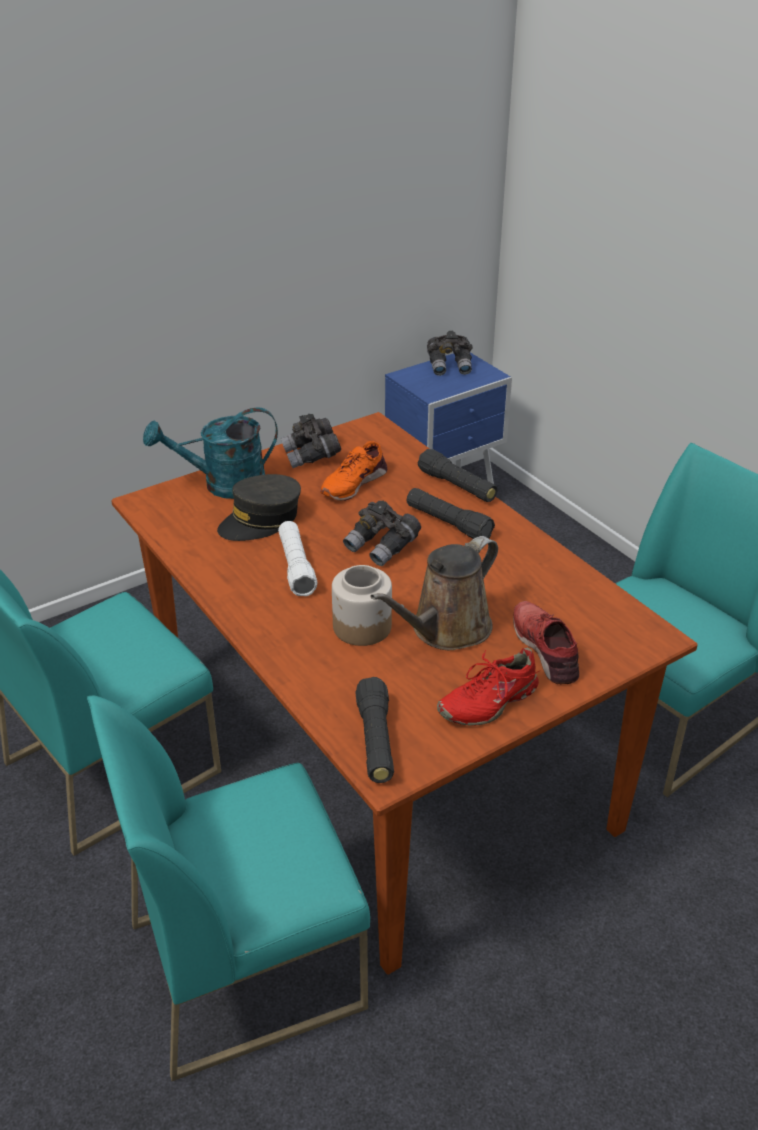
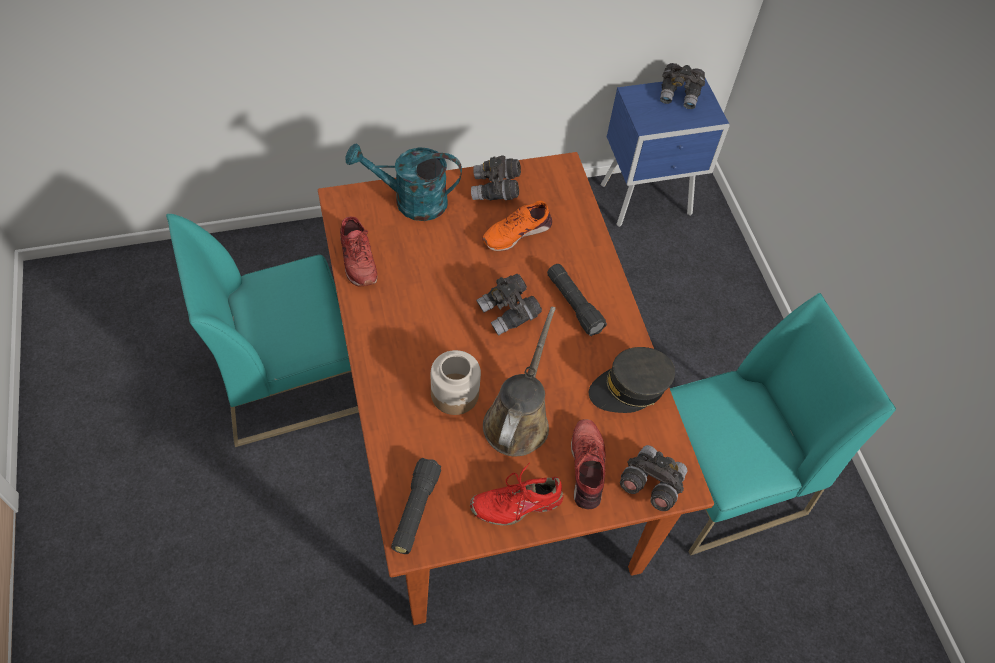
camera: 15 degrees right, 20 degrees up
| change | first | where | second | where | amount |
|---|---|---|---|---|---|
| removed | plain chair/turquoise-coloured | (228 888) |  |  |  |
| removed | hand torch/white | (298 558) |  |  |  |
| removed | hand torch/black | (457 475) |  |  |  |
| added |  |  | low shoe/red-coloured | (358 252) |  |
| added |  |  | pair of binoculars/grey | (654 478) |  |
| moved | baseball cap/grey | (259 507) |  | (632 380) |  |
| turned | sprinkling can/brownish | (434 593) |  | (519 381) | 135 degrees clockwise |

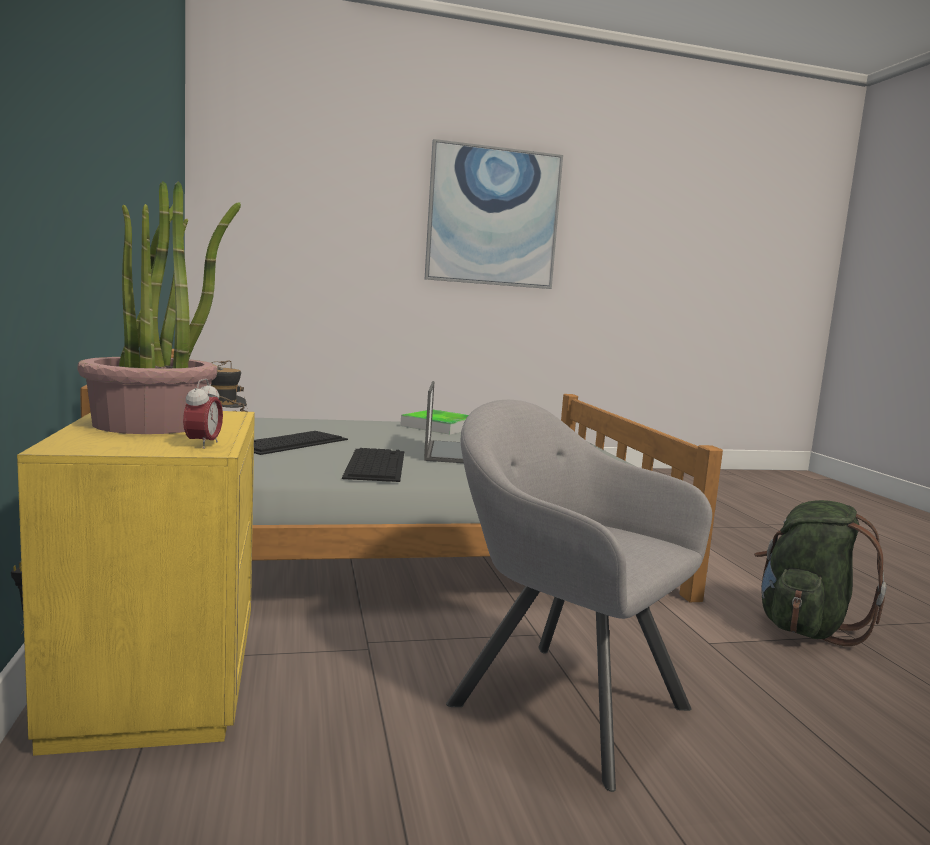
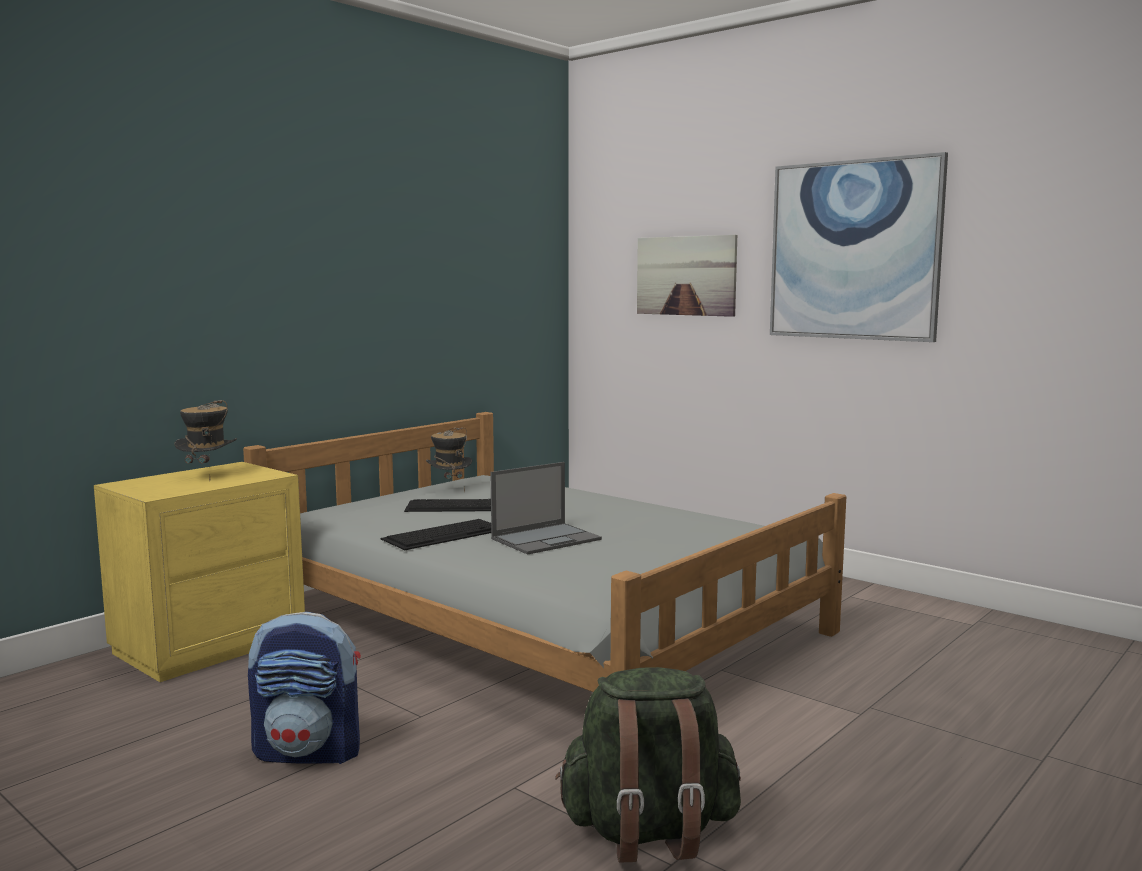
camera: 55 degrees right, 0 degrees up
| change | first | where | second | where | amount |
|---|---|---|---|---|---|
| removed | bedside clock | (203 413) |  |  |  |
| removed | tray | (434 422) |  |  |  |
| added |  |  | wall picture | (687 276) |  |
| replaced | plant in a pot | (159 307) | clothing hat | (205 440) |  |
| replaced | lounge chair/grey | (579 596) | knapsack | (304 687) |  |

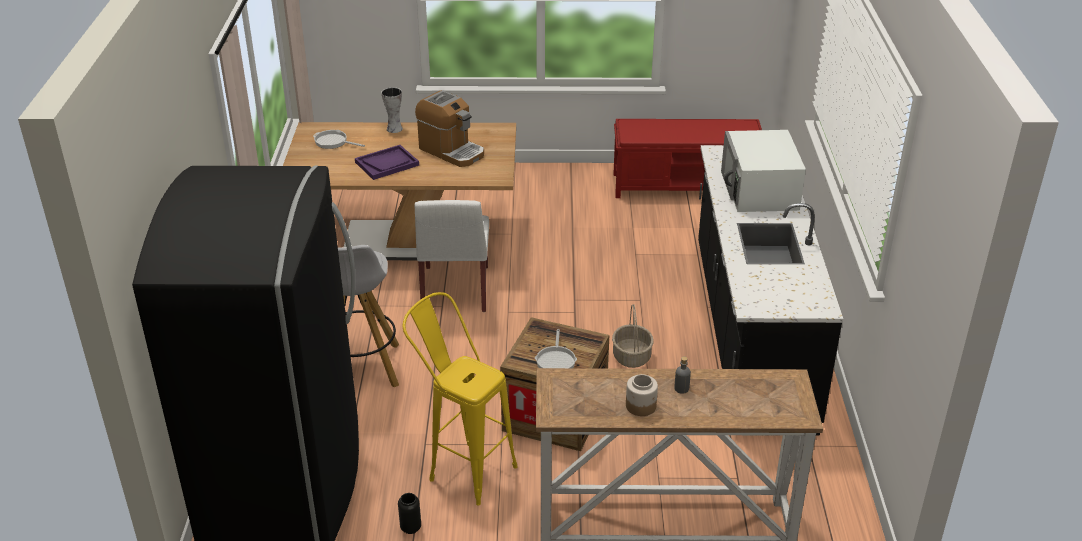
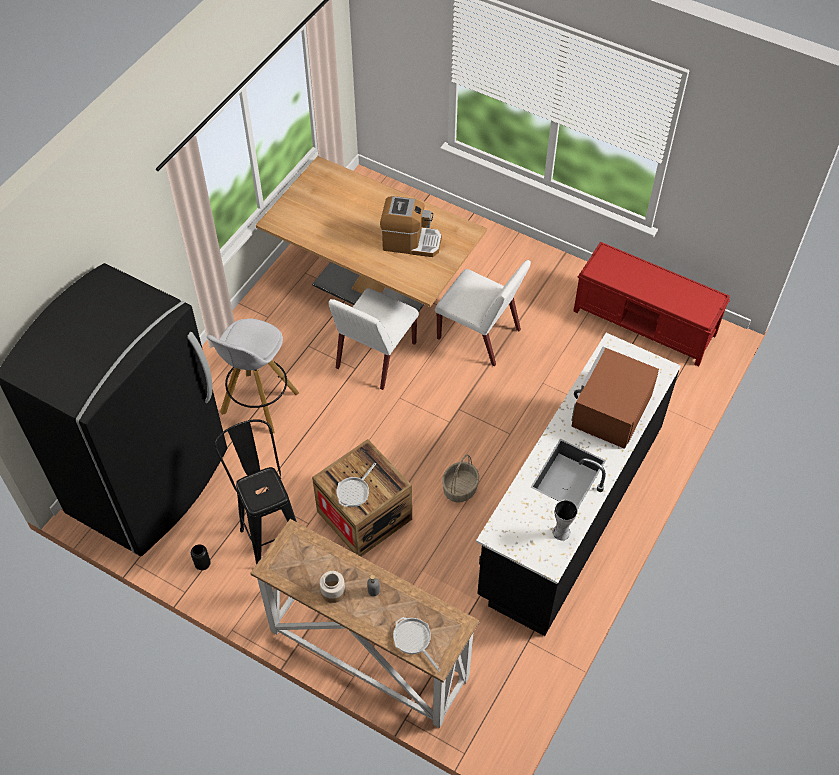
camera: 30 degrees right, 20 degrees up
| change | first | where | second | where | amount |
|---|---|---|---|---|---|
| removed | tray/purple-coloured | (387 162) |  |  |  |
| added |  |  | plain chair/white | (483 313) |  |
| moved | pan | (339 139) |  | (417 644) |  |
| moved | decorative vase | (392 110) |  | (565 520) |  |
| recoloured | stool seat/yellowish | (460 399) | stool seat/black | (256 492) |  |
| recoloured | microwave oven/white | (763 171) | microwave oven/brownish | (615 398) |  |
| turned | coffee brewer | (449 128) |  | (411 226) | 60 degrees counterclockwise |

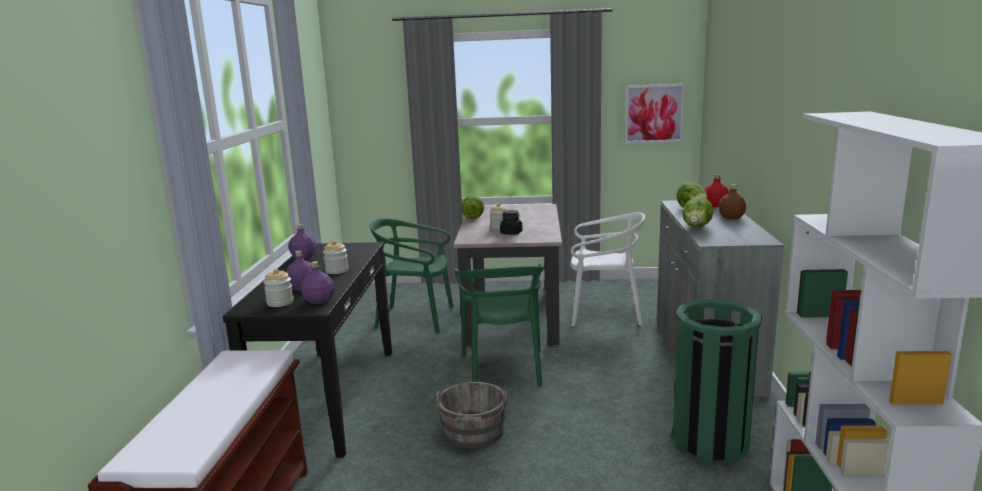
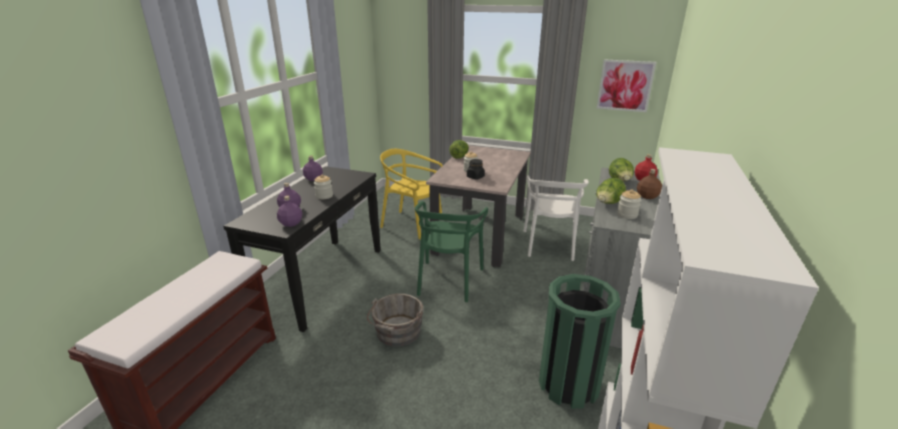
camera: 15 degrees right, 10 degrees up
| change | first | where | second | where | amount |
|---|---|---|---|---|---|
| moved | storage jar | (278 288) |  | (629 204) |  |
| recoloured | plain chair/green | (412 275) | plain chair/yellowish | (411 194) |  |
| turned | plain chair/white | (608 269) |  | (556 218) | 75 degrees clockwise |

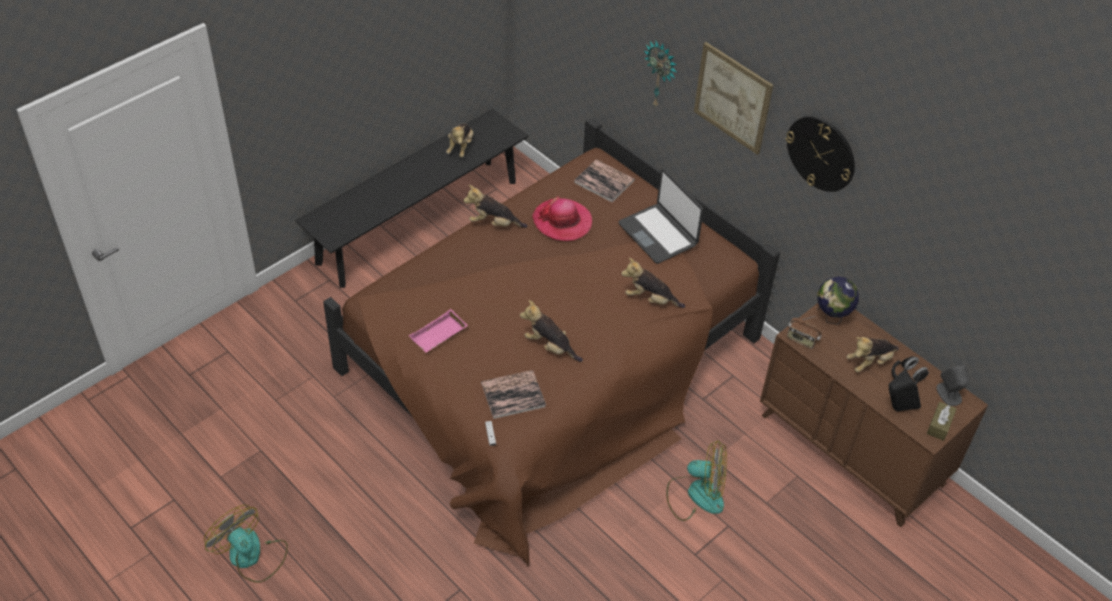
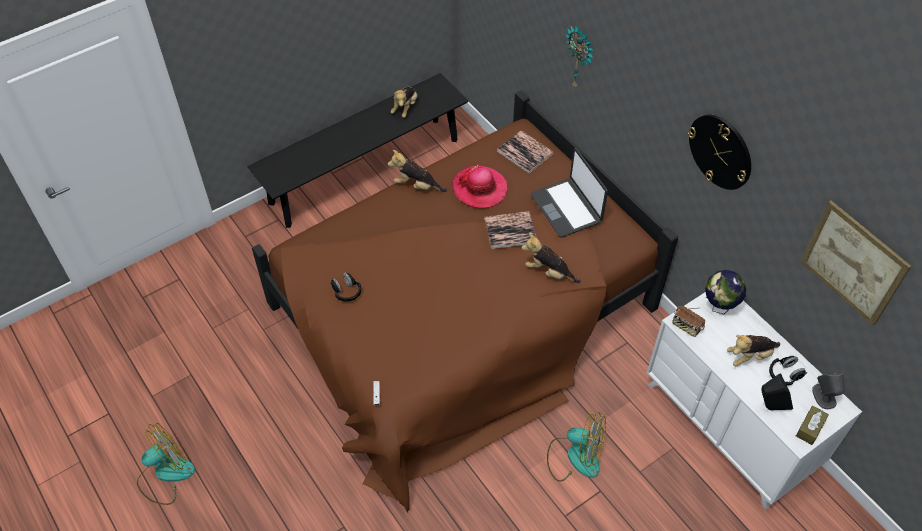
camera: 10 degrees right, 5 degrees up
| change | first | where | second | where | amount |
|---|---|---|---|---|---|
| removed | soft toy | (551 331) |  |  |  |
| moved | book | (513 394) |  | (510 230) |  |
| moved | wall picture | (733 98) |  | (856 263) |  |
| replaced | tray/pinkish | (438 331) | headphones/black | (346 287) |  |
| recoloured | chest of drawers/brownish | (874 415) | chest of drawers/white | (754 401) |  |
| turned | cooling fan | (246 544) |  | (166 464) | 90 degrees clockwise |

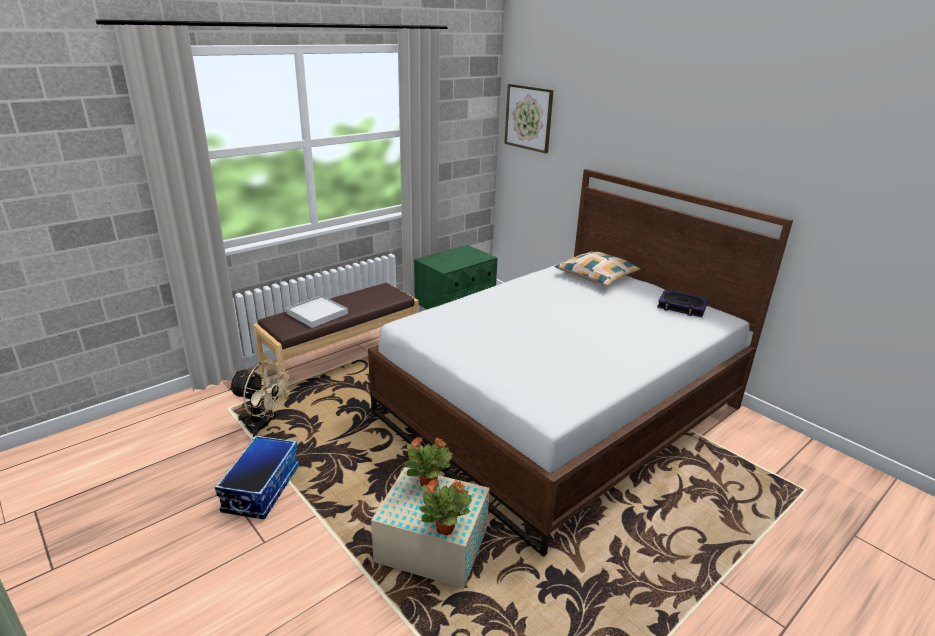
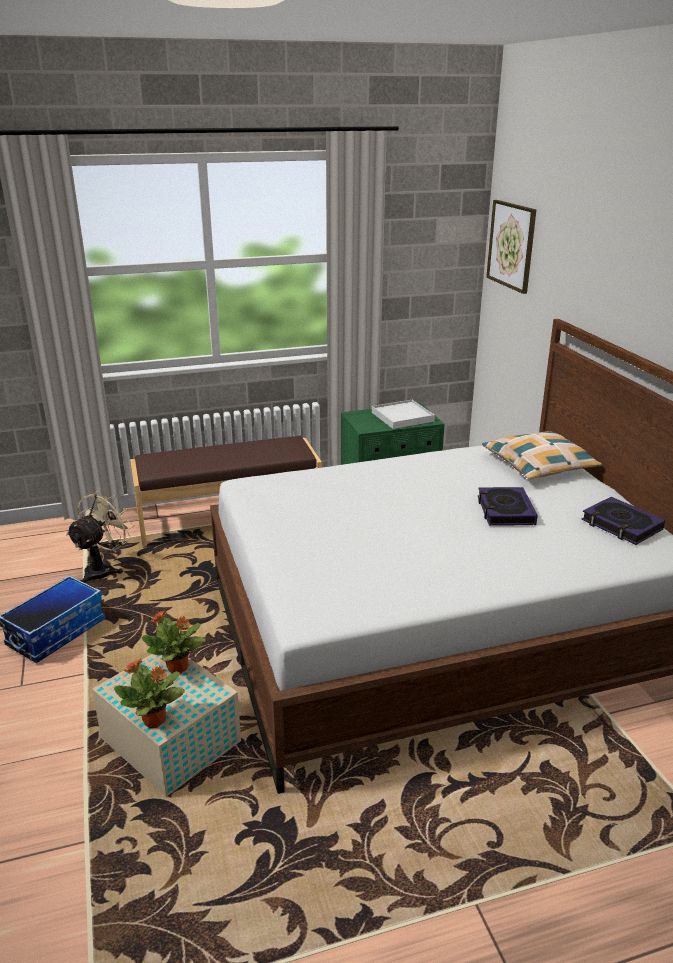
camera: 25 degrees right, 0 degrees up
| change | first | where | second | where | amount |
|---|---|---|---|---|---|
| added |  |  | book | (508 506) |  |
| moved | tray/white | (317 311) |  | (403 414) |  |
| turned | cooling fan/beige | (259 398) |  | (100 536) | 105 degrees counterclockwise |

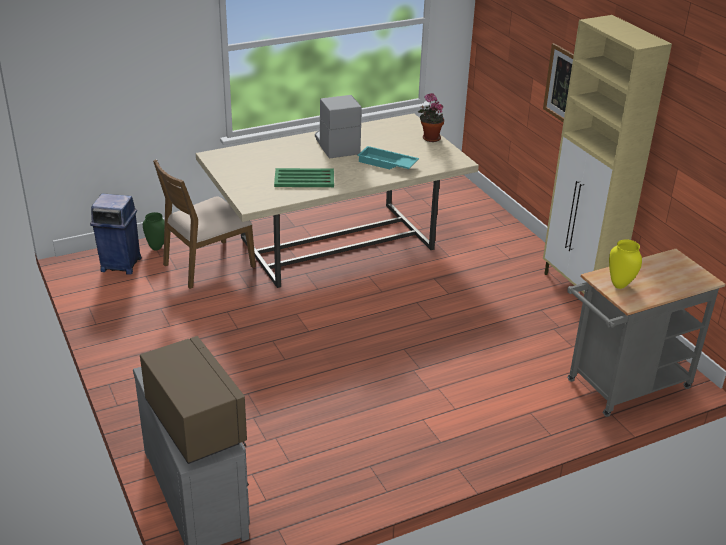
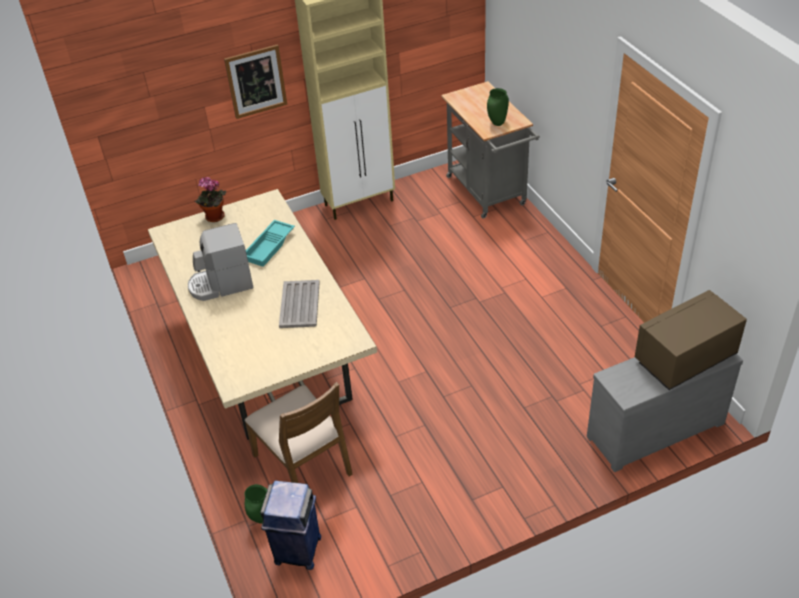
camera: 85 degrees left, 10 degrees up
| change | first | where | second | where | amount |
|---|---|---|---|---|---|
| recoloured | tray/green | (304 177) | tray/grey | (299 304) |  |
| recoloured | decorative vase/yellowish | (625 264) | decorative vase/green | (498 107) |  |

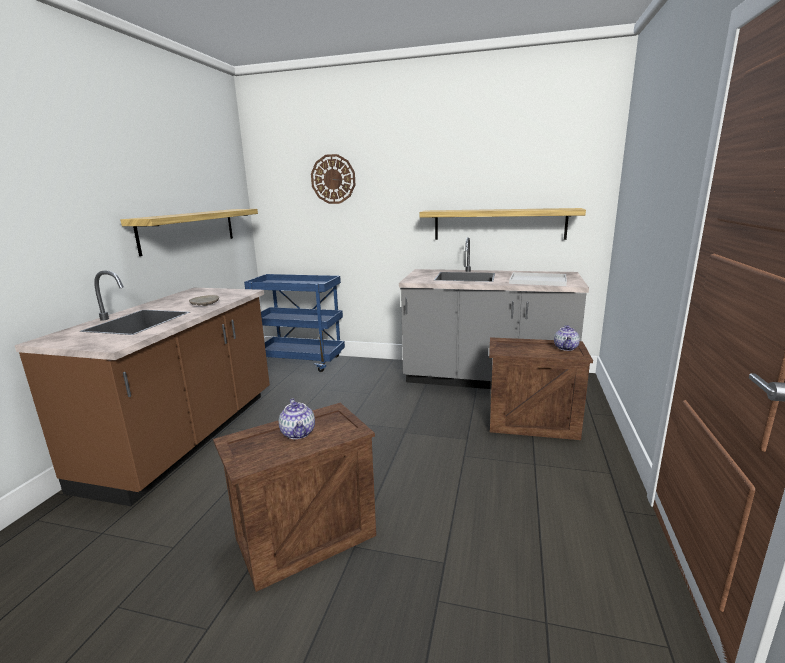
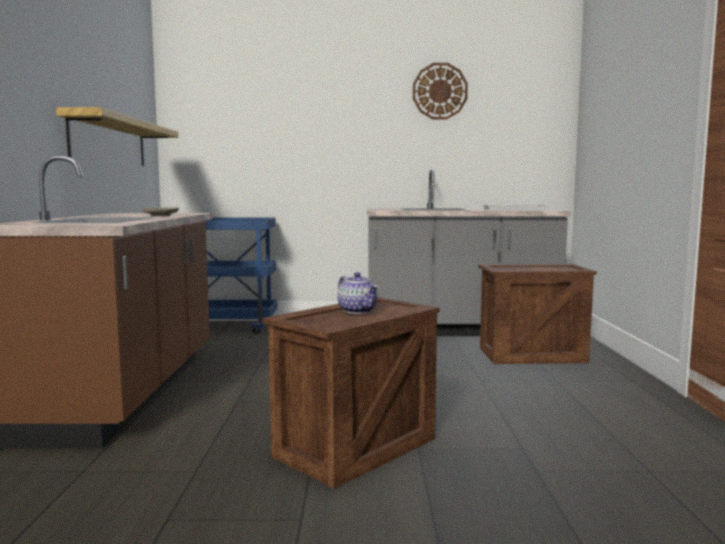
camera: 15 degrees left, 10 degrees down
| change | first | where | second | where | amount |
|---|---|---|---|---|---|
| removed | wall shelf | (503 224) |  |  |  |
| removed | teapot | (567 338) |  |  |  |
| moved | hanging clock | (333 179) |  | (440 91) |  |

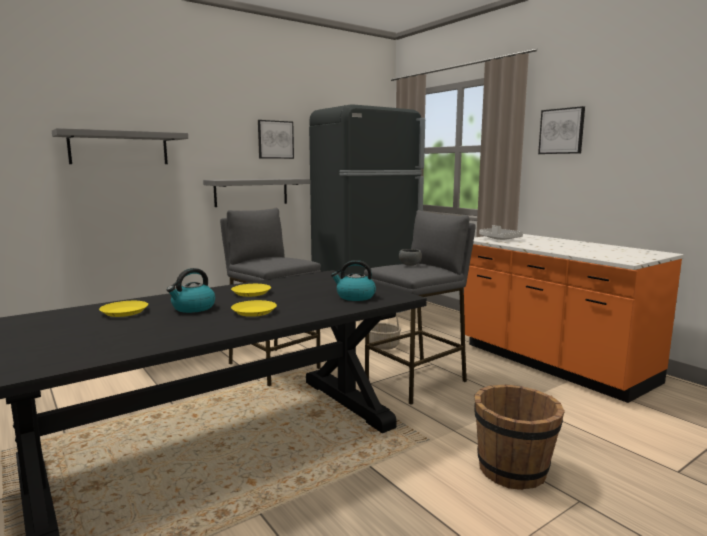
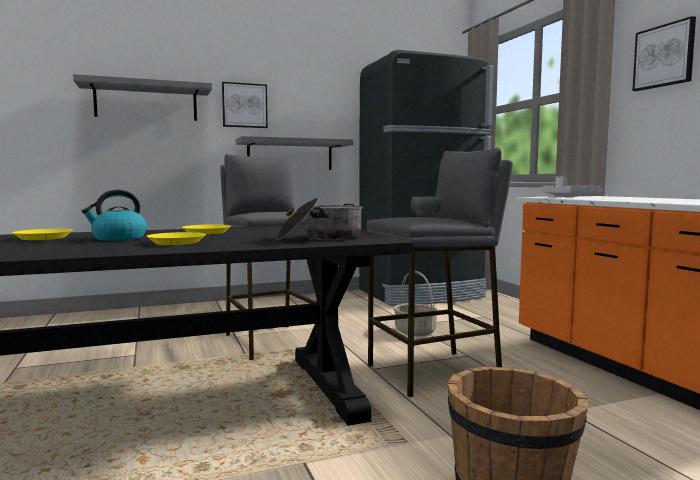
camera: 15 degrees right, 5 degrees down
| change | first | where | second | where | amount |
|---|---|---|---|---|---|
| moved | wall picture | (276 139) |  | (245 105) |  |
| replaced | kettle | (353 280) | saucepot | (319 218) |  |

